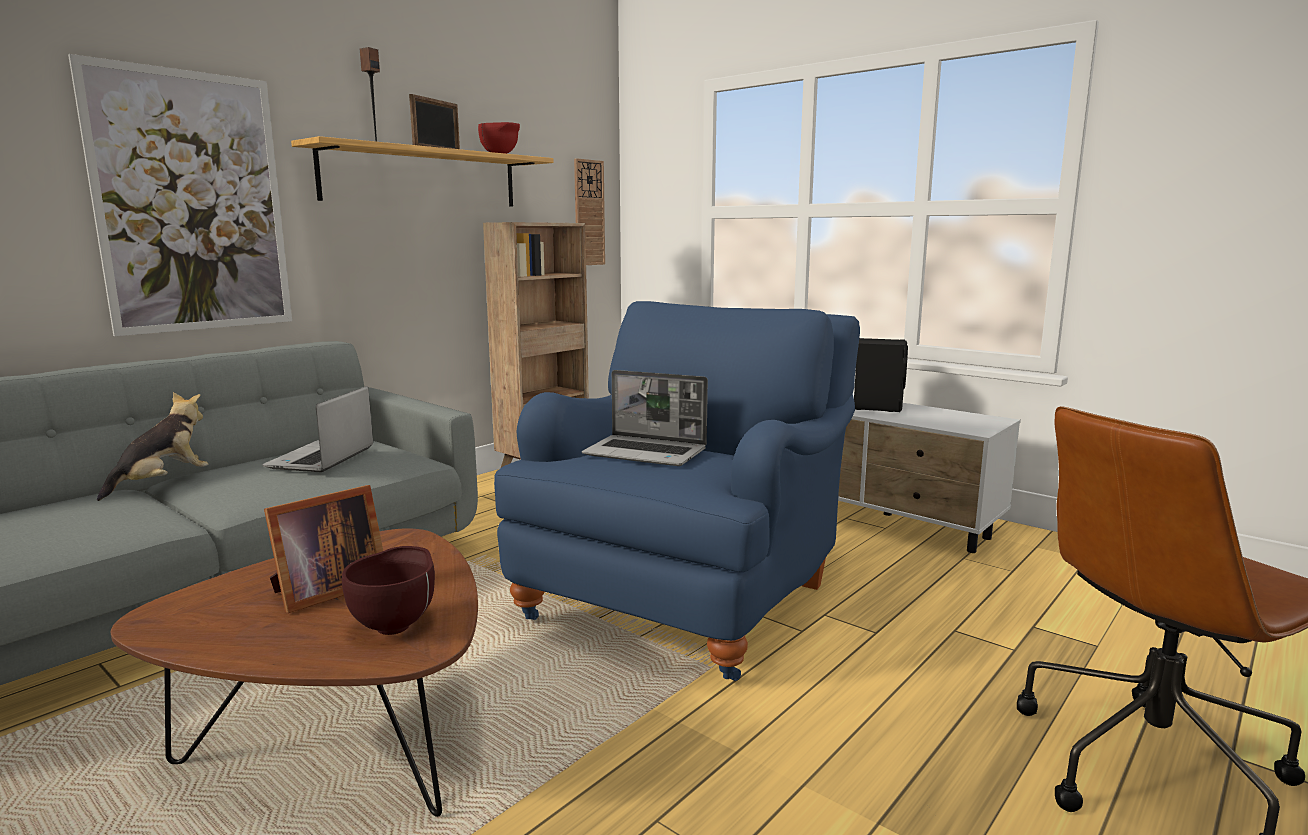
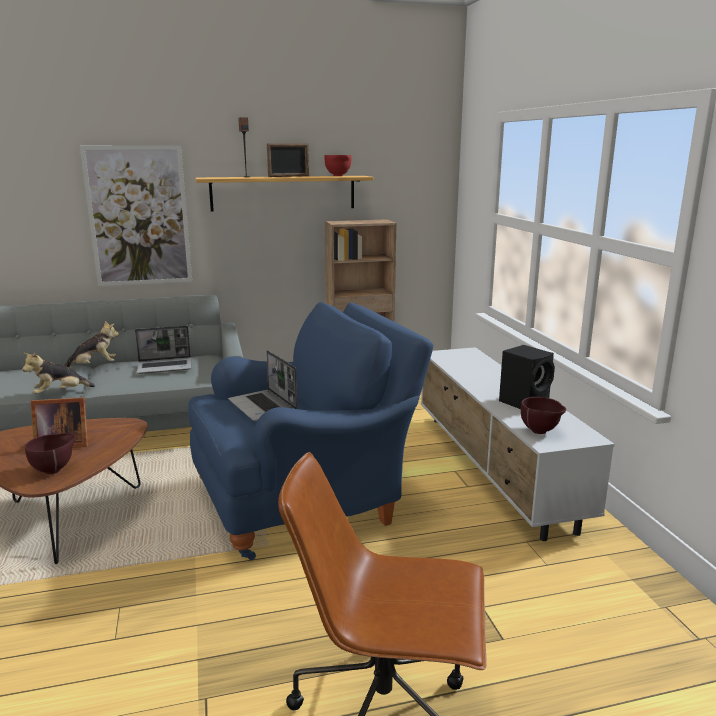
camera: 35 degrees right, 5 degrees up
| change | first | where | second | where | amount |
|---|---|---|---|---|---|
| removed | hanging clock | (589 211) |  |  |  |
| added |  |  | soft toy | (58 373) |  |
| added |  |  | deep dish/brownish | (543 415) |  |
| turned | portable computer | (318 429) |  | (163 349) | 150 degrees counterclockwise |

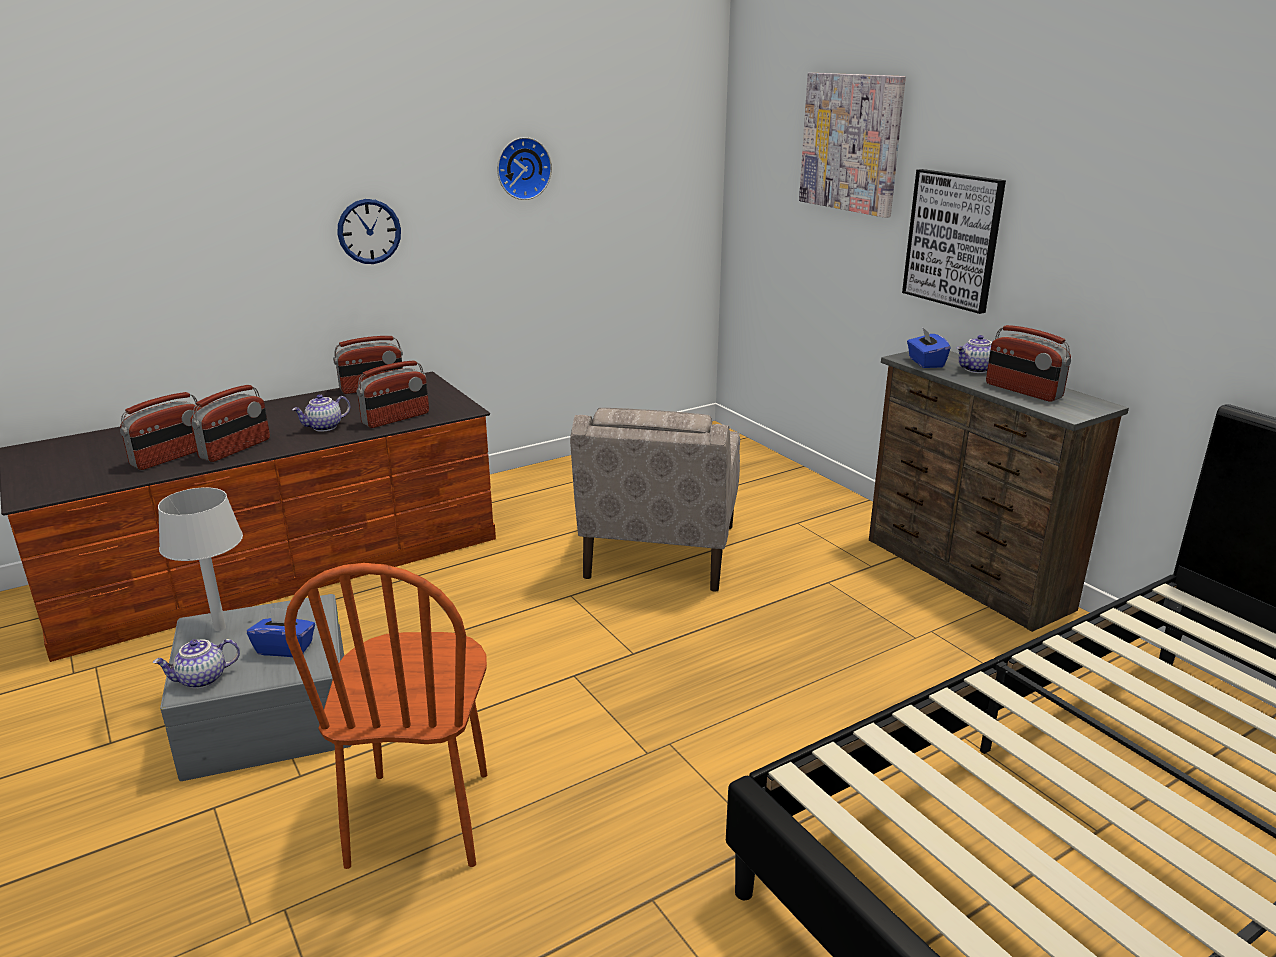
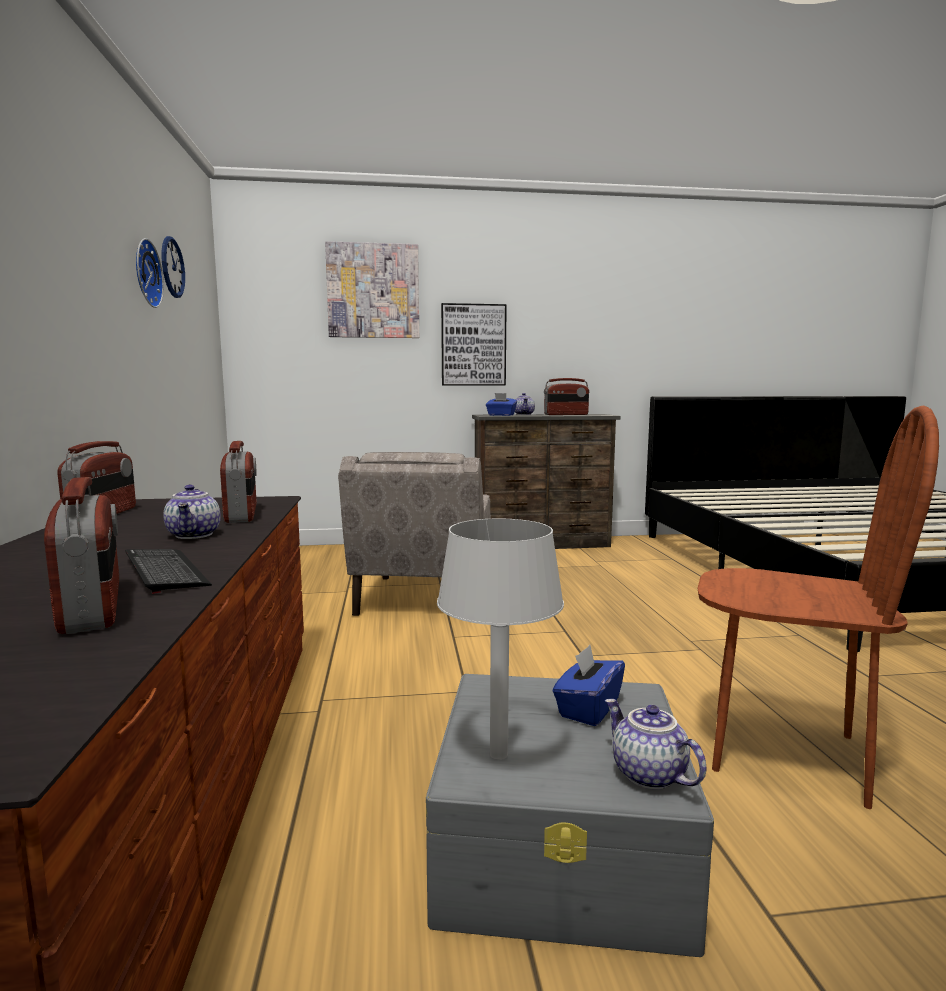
camera: 65 degrees left, 15 degrees down
| change | first | where | second | where | amount |
|---|---|---|---|---|---|
| moved | hanging clock | (369 231) |  | (173 267) |  |
| replaced | radio receiver | (230 423) | computer keyboard | (168 571) |  |
| turned | teapot | (196 664) |  | (656 744) | 150 degrees clockwise |
| turned | lounge chair/beige | (655 499) |  | (414 534) | 60 degrees clockwise |

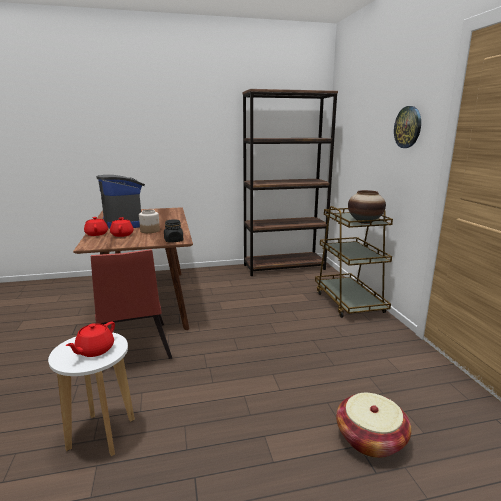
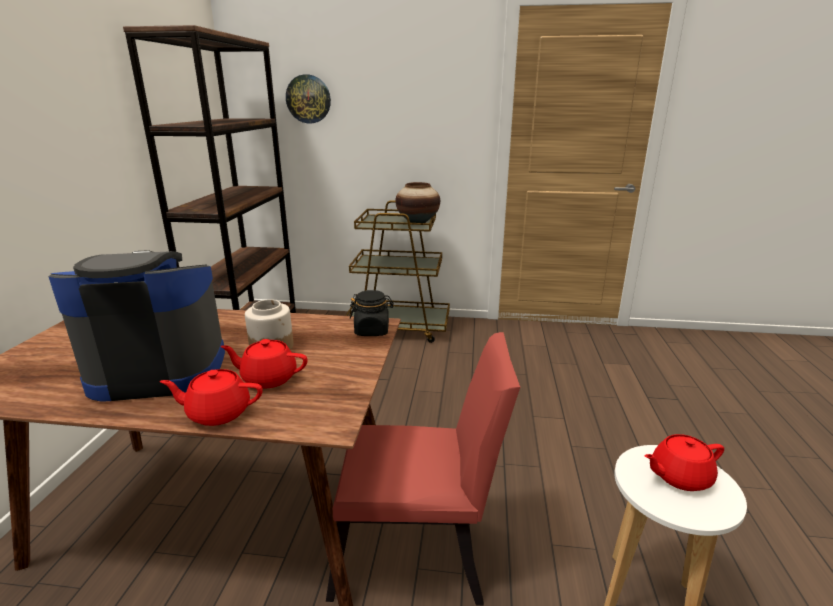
camera: 70 degrees left, 5 degrees up
| change | first | where | second | where | amount |
|---|---|---|---|---|---|
| removed | storage basket | (373 425) |  |  |  |
| moved | hanging clock | (407 127) |  | (308 98) |  |
| turned | teapot/red-coloured | (90 339) |  | (684 462) | 120 degrees clockwise |

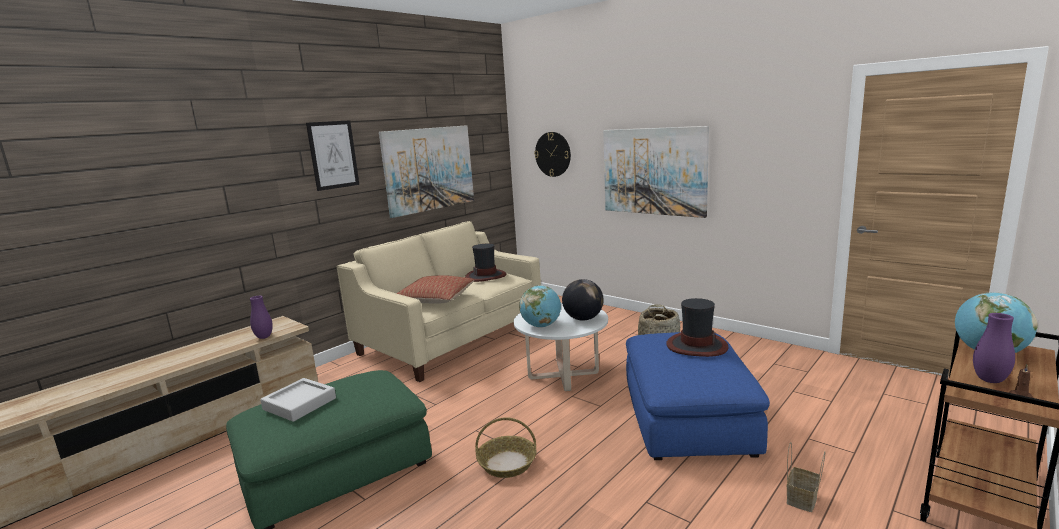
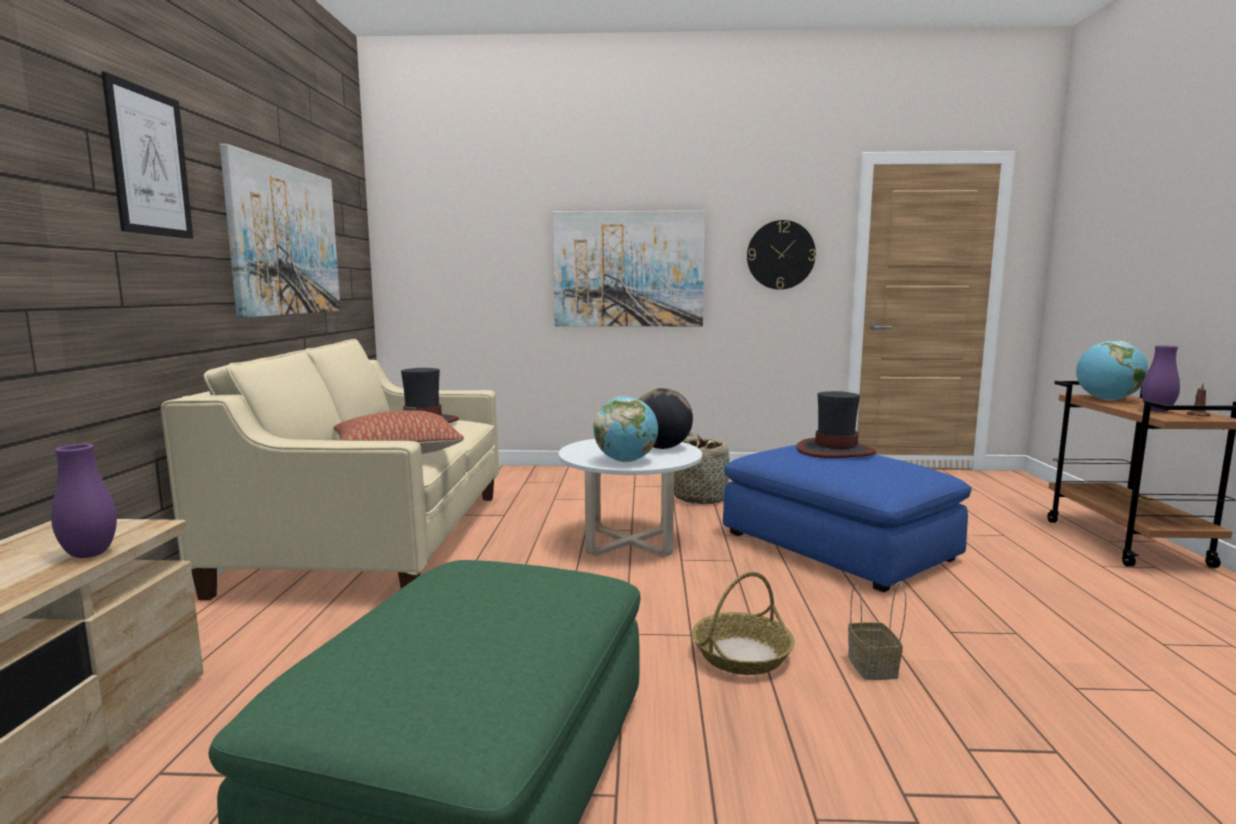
camera: 40 degrees left, 5 degrees down
| change | first | where | second | where | amount |
|---|---|---|---|---|---|
| removed | tray/grey | (298 400) |  |  |  |
| moved | hanging clock | (552 154) |  | (781 255) |  |
| moved | storage basket | (806 477) |  | (877 631) |  |

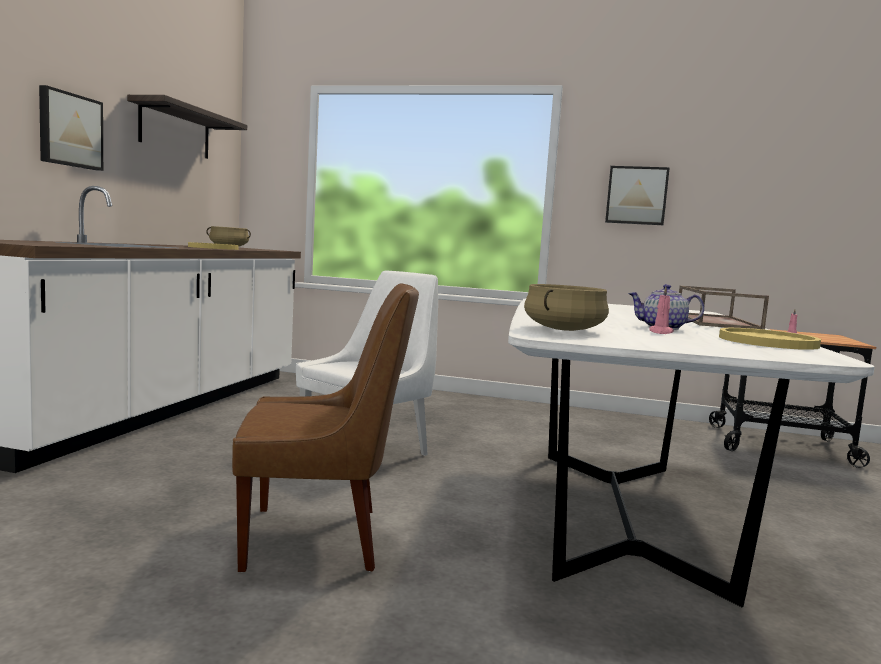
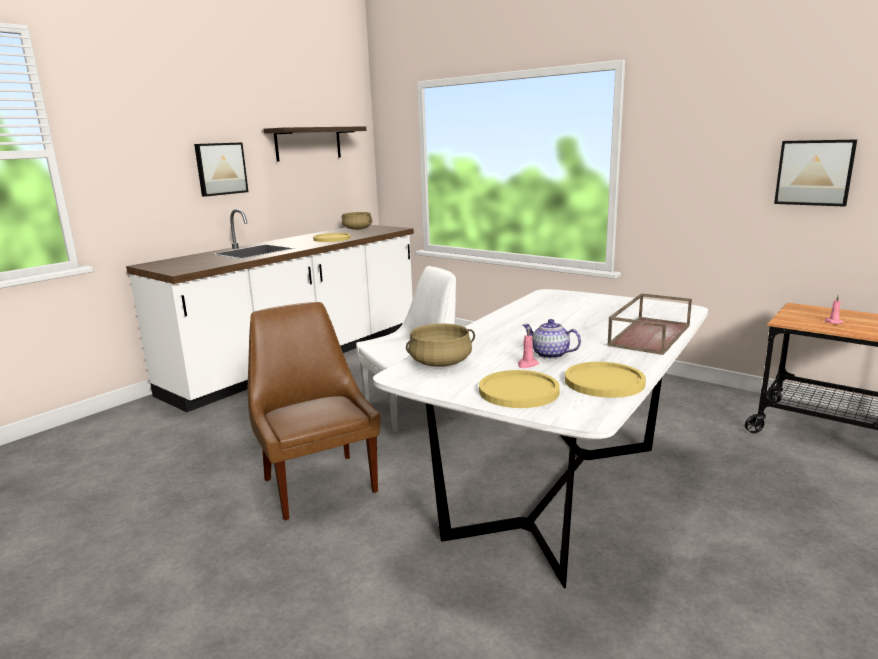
camera: 25 degrees right, 10 degrees up
| change | first | where | second | where | amount |
|---|---|---|---|---|---|
| added |  |  | plate/yellowish | (519 389) |  |
| moved | wall picture | (637 195) |  | (815 173) |  |
| turned | plain chair/brownish | (325 427) |  | (314 411) | 135 degrees counterclockwise |

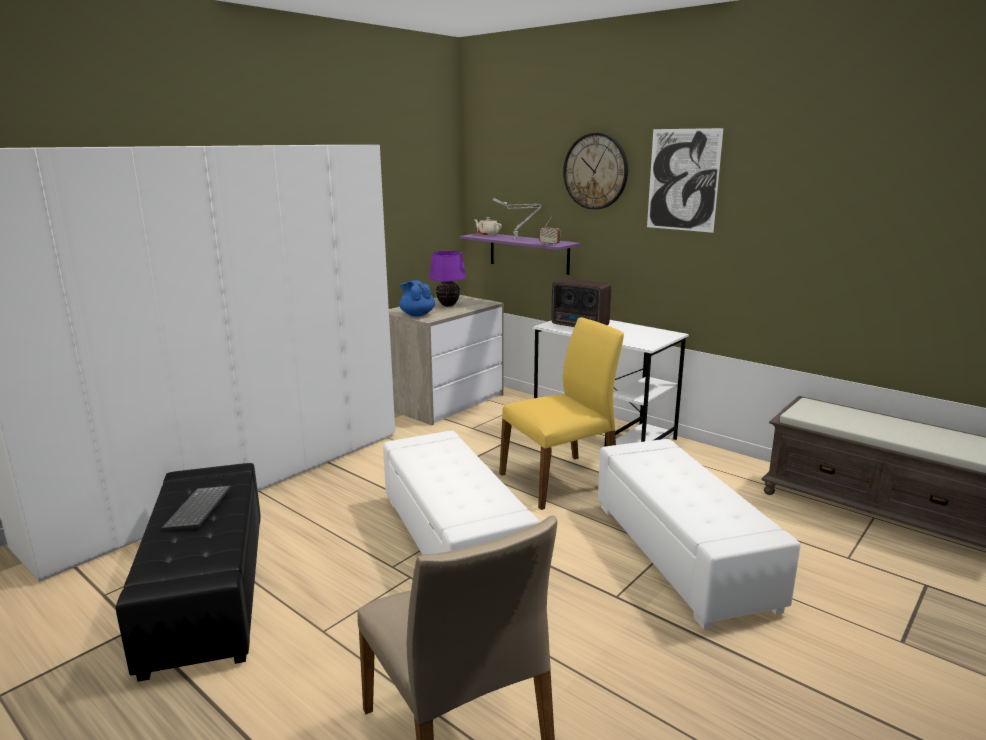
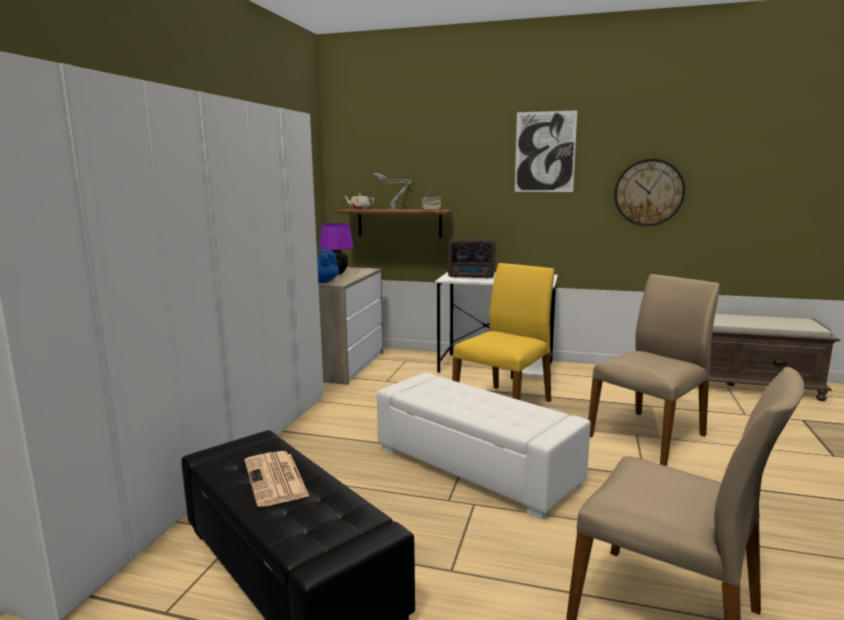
camera: 25 degrees left, 5 degrees down
| change | first | where | second | where | amount |
|---|---|---|---|---|---|
| moved | hanging clock | (595 171) |  | (649 192) |  |
| replaced | computer keyboard | (196 508) | daily paper | (277 479) |  |
| replaced | pouffe/white | (699 534) | plain chair/beige | (654 370) |  |
| recoloured | wall shelf/purple-coloured | (520 254) | wall shelf/brownish | (394 223) |  |

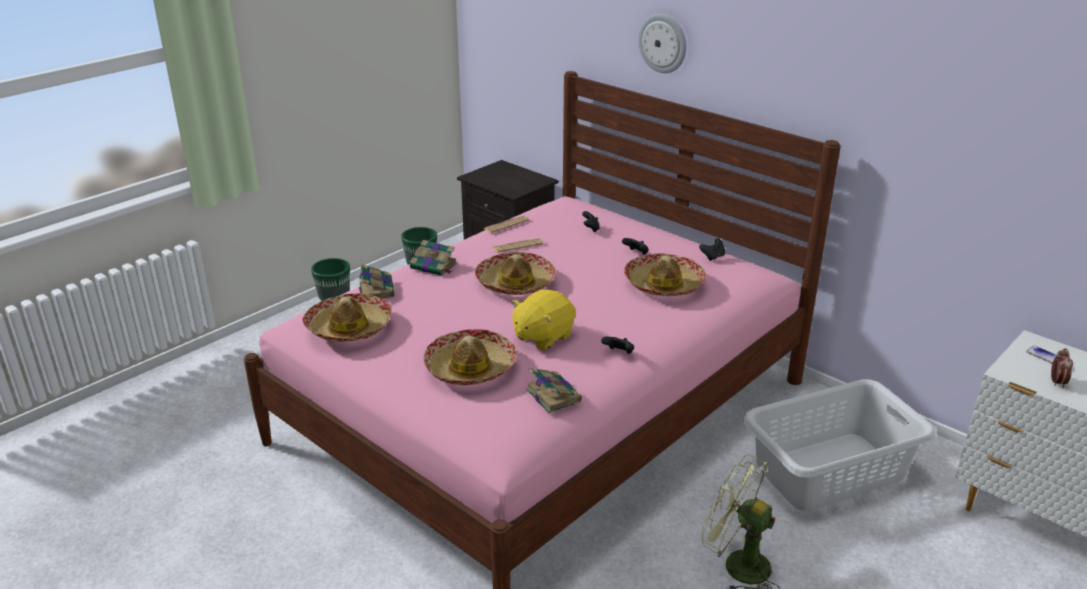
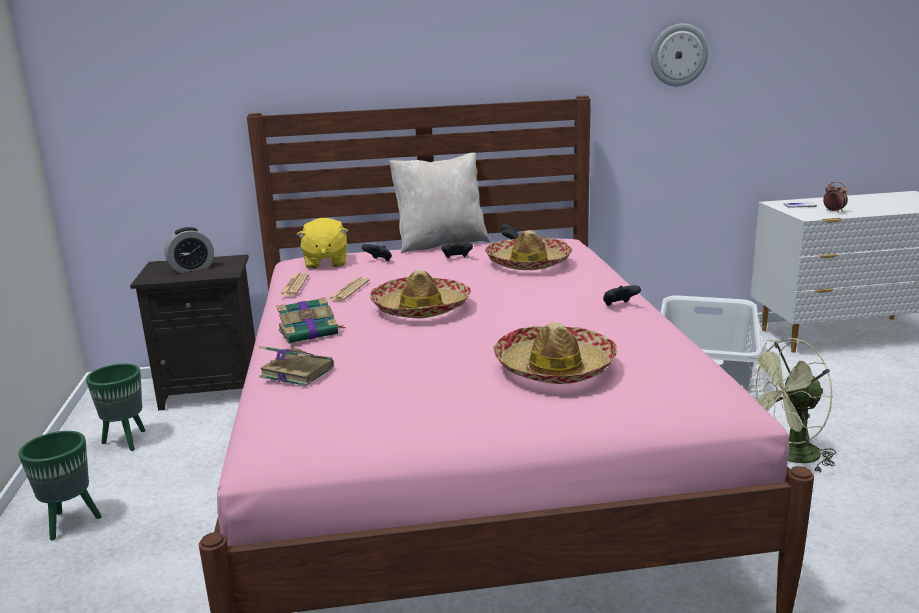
camera: 50 degrees left, 10 degrees down
| change | first | where | second | where | amount |
|---|---|---|---|---|---|
| removed | clothing hat | (347 317) |  |  |  |
| removed | book | (554 391) |  |  |  |
| added |  |  | bedside clock | (189 250) |  |
| added |  |  | cushion/beige | (439 202) |  |
| moved | soft toy/yellowish | (543 320) |  | (322 243) |  |
| moved | hanging clock | (662 43) |  | (680 54) |  |

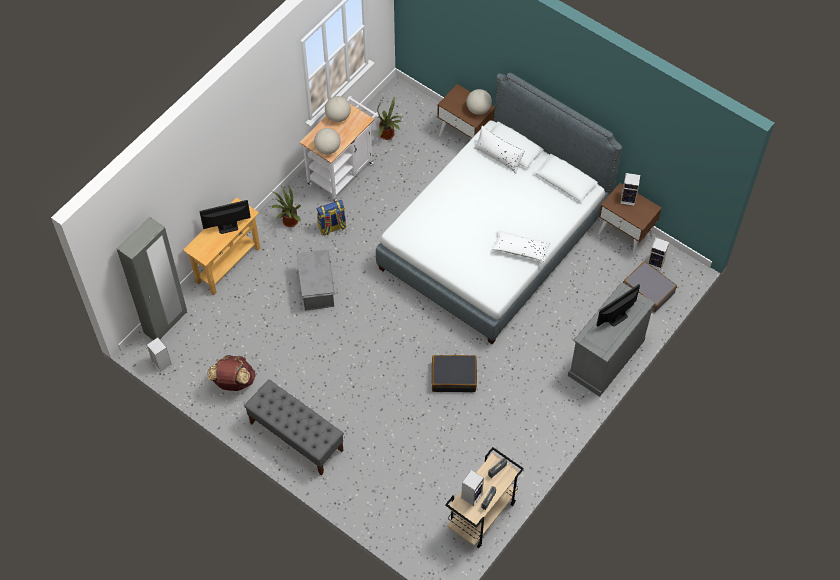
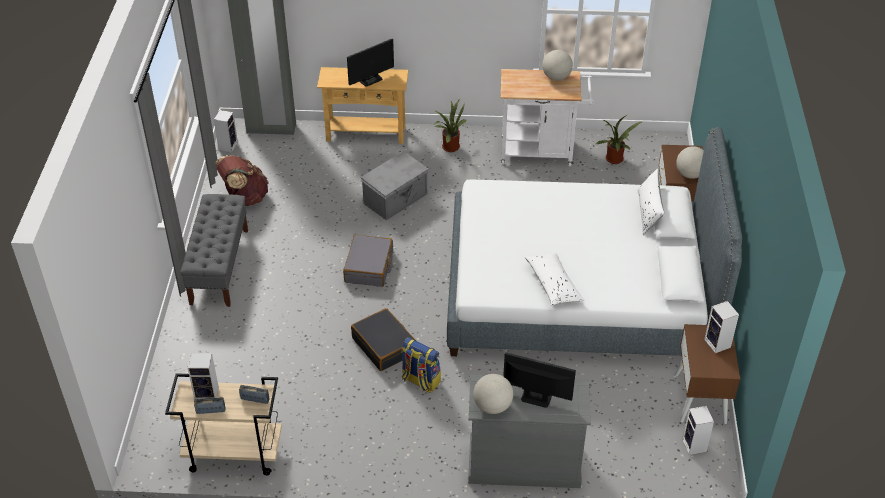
camera: 55 degrees right, 15 degrees down
| change | first | where | second | where | amount |
|---|---|---|---|---|---|
| moved | world globe | (327 141) |  | (493 394) |  |
| moved | knapsack | (331 217) |  | (421 365) |  |
| moved | suitcase/grey | (650 287) |  | (368 261) |  |
| turned | monitor | (225 217) |  | (370 62) | 105 degrees clockwise |

